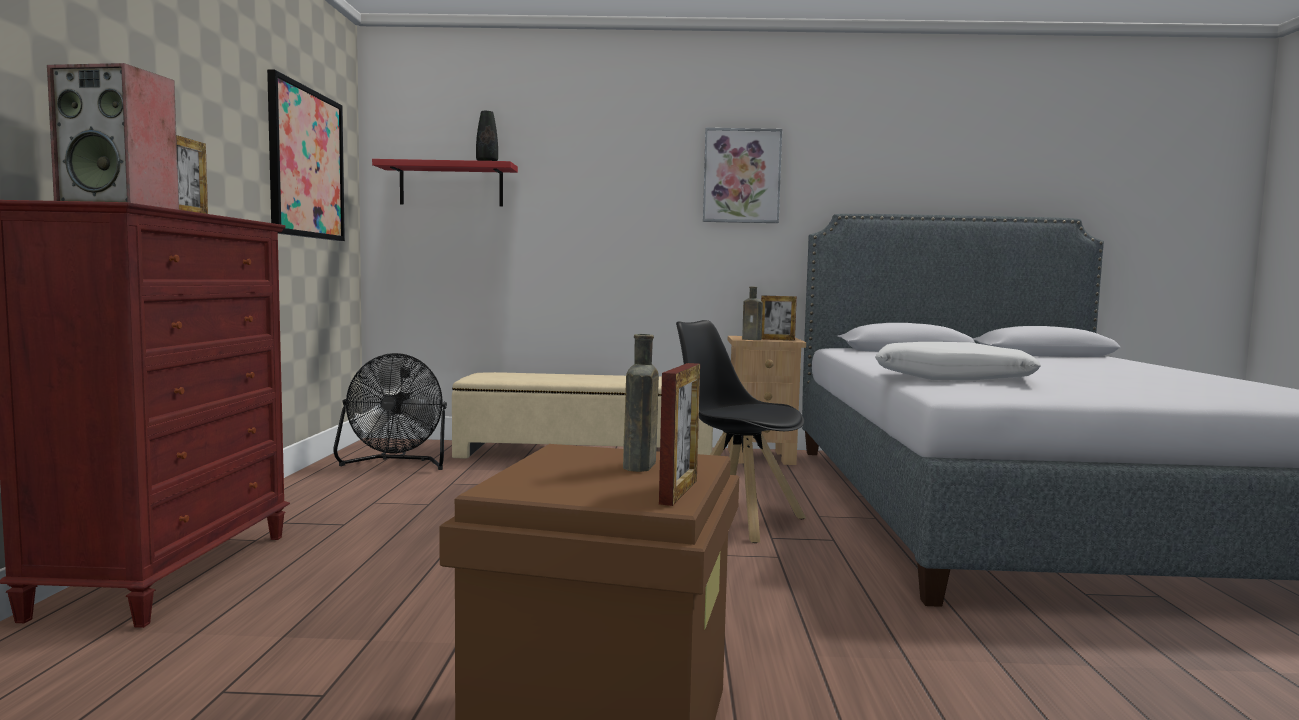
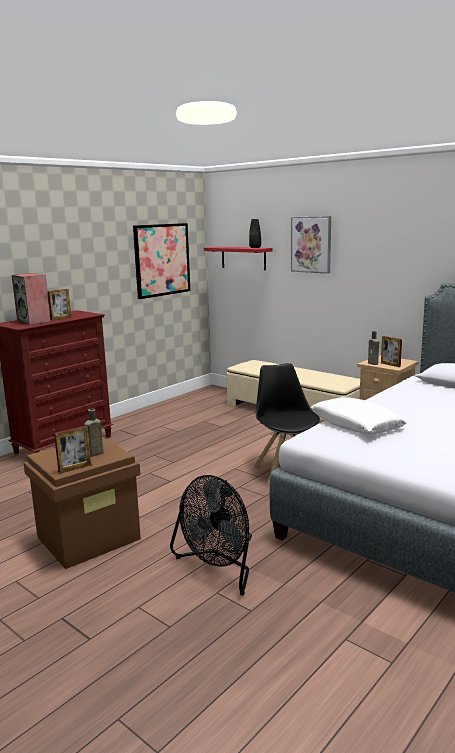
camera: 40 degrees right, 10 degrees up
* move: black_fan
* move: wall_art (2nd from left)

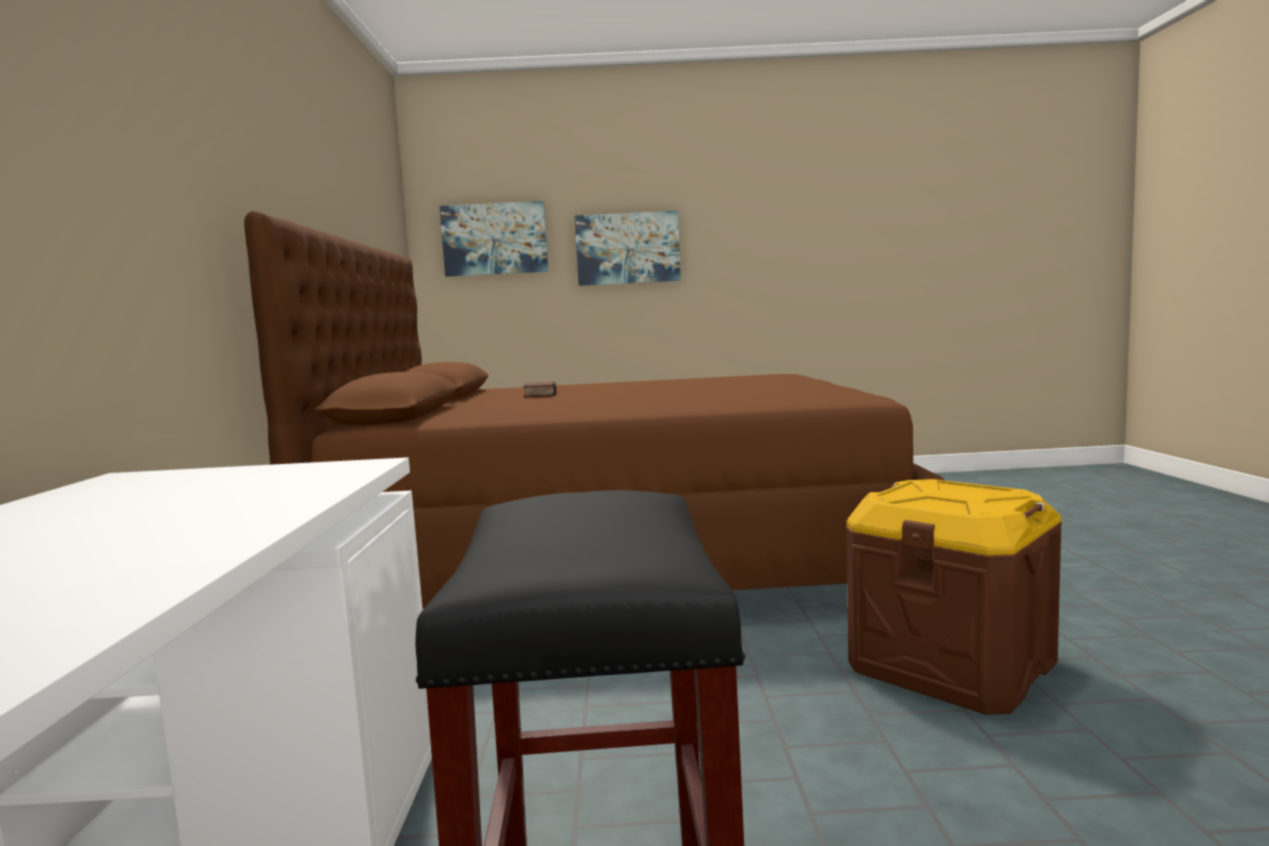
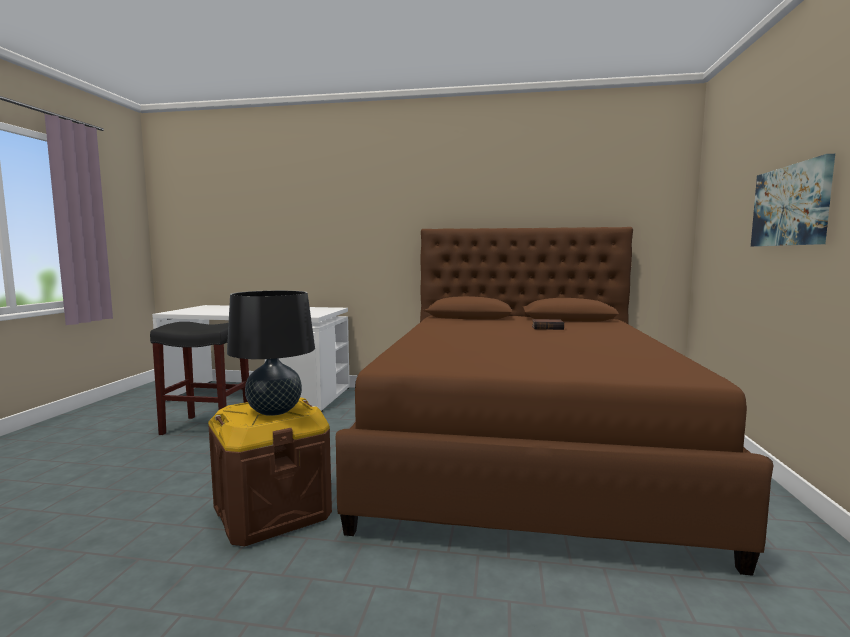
camera: 100 degrees right, 0 degrees up
* delete: wall_art (1st from left)
* insert: black_table_lamp

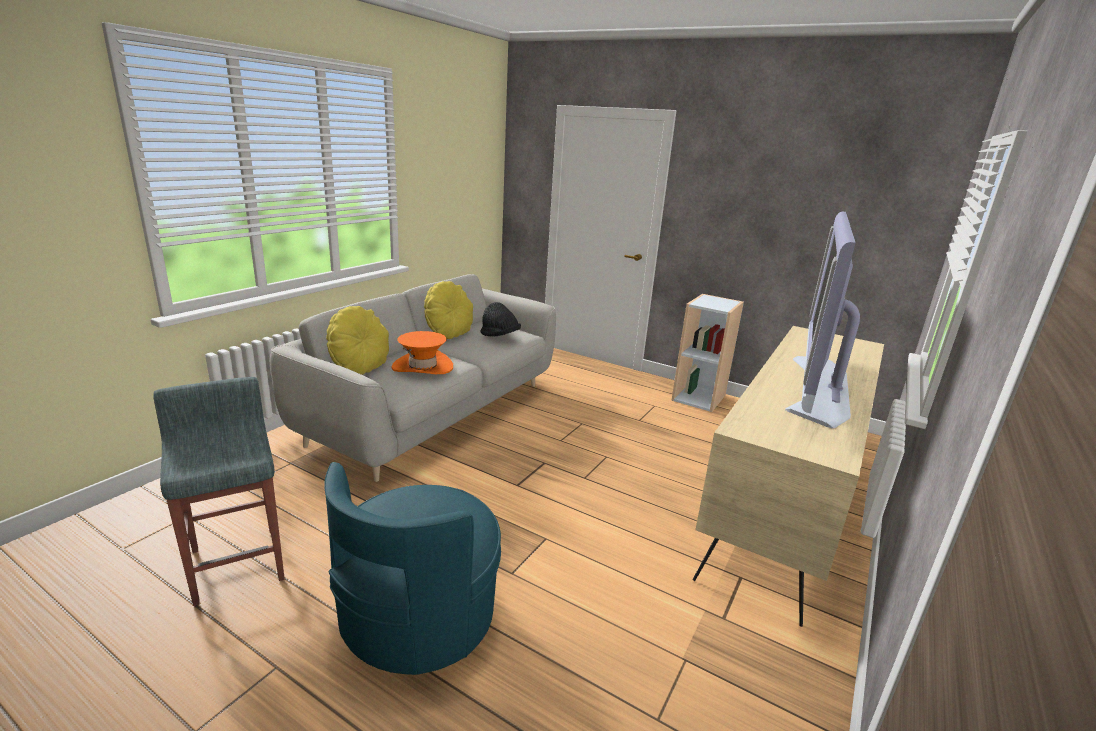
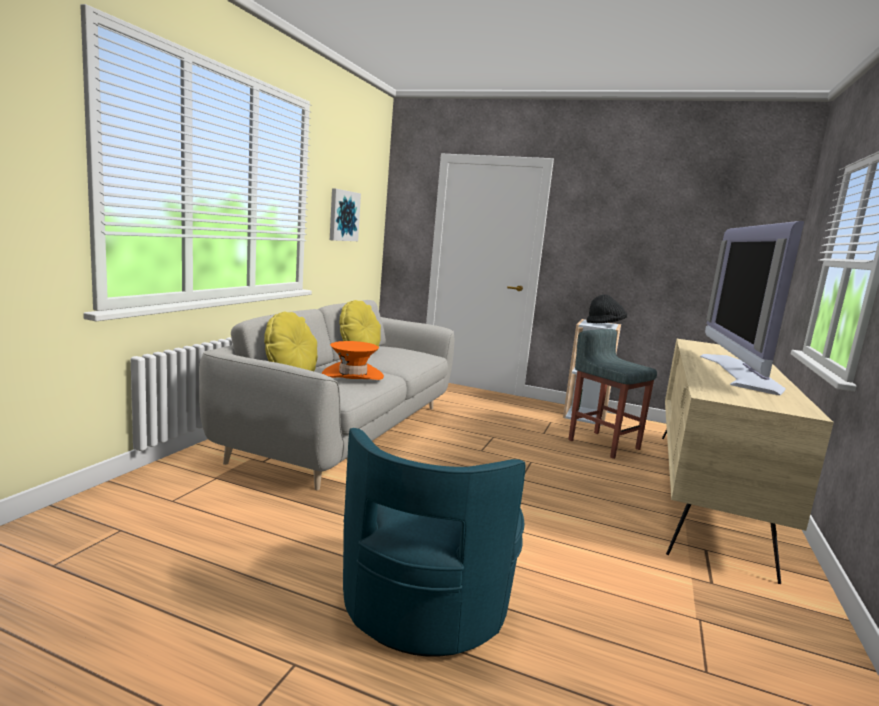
camera: 10 degrees left, 10 degrees down
* move: greyish_sitting_stool
* move: black_hat
* insert: wall_art

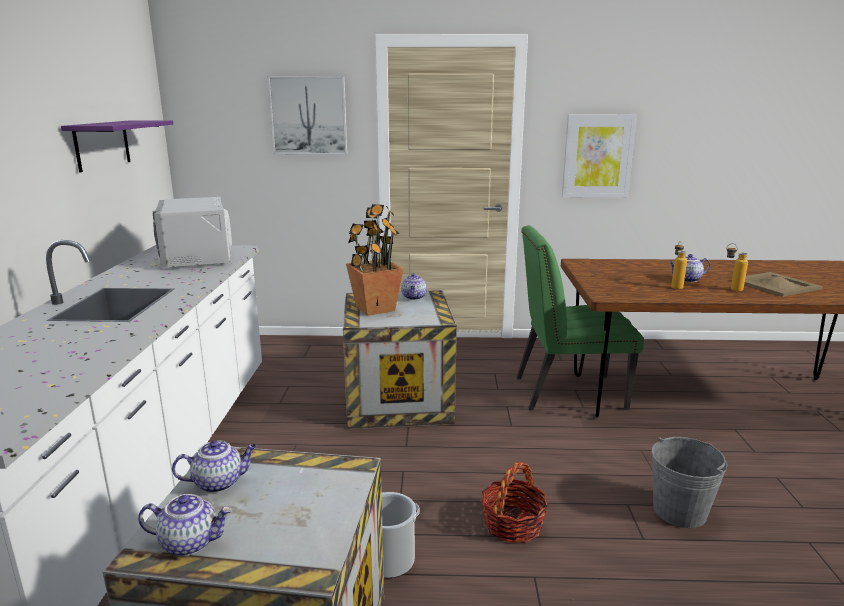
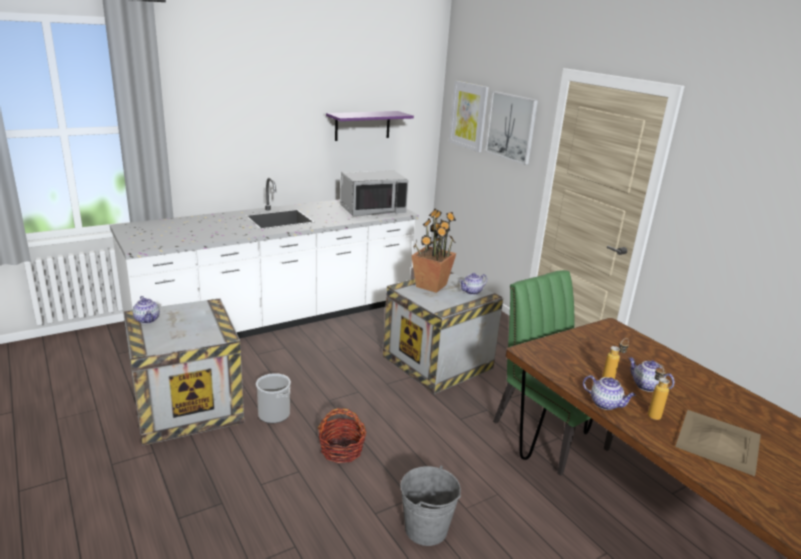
camera: 55 degrees right, 5 degrees up
* rotate: greyish_microwave_oven 150 degrees counterclockwise
* move: teapot (2nd from left in the first image) to teapot (3rd from left)
* move: wall_art (2nd from left in the first image) to wall_art (1st from left)

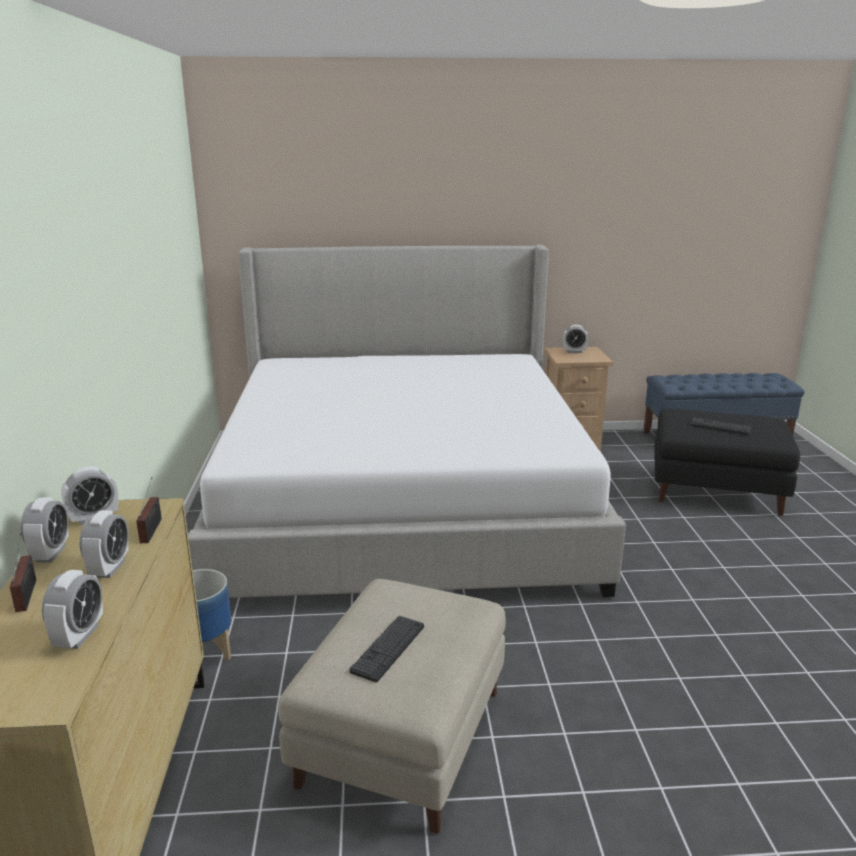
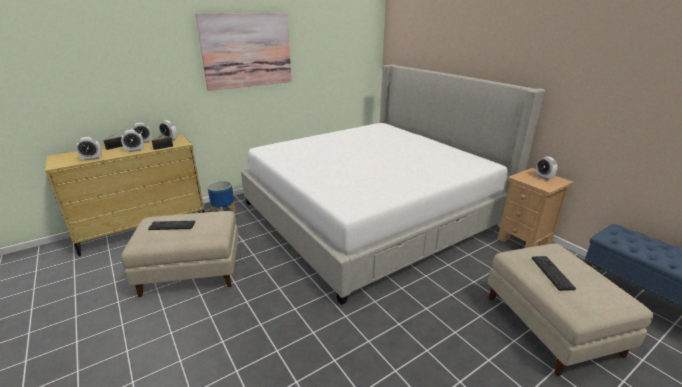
camera: 60 degrees right, 5 degrees up
* recolor: black_ottoman to sand-coloured_ottoman (2nd from left)
* insert: wall_art

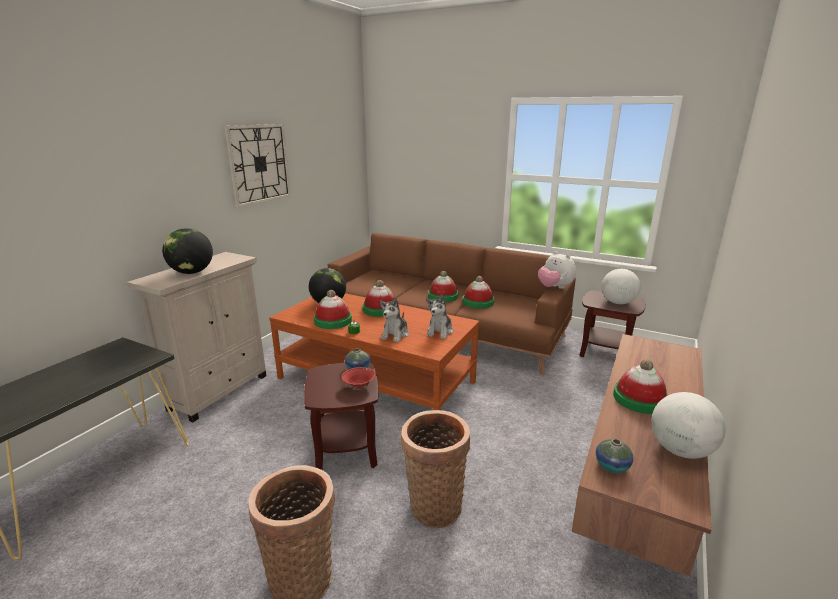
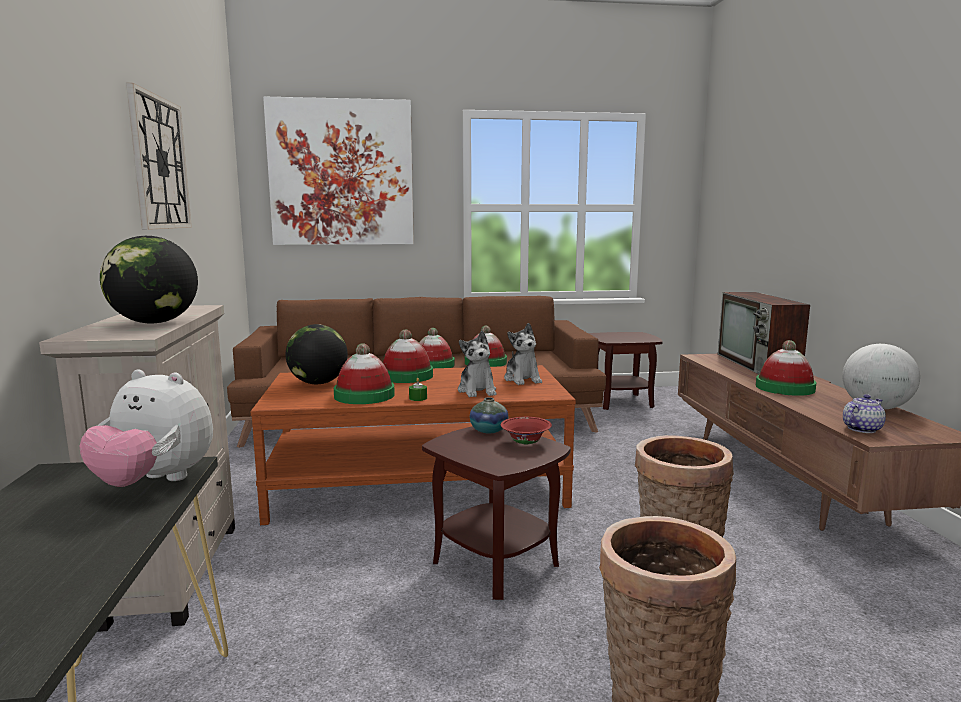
camera: 35 degrees left, 10 degrees down
* move: soft_toy (3rd from left in the first image) to soft_toy (1st from left)
* replace: flower_vase (2nd from left) to teapot
* delete: world_globe (3rd from left)
* insert: wall_art
* insert: TV_set

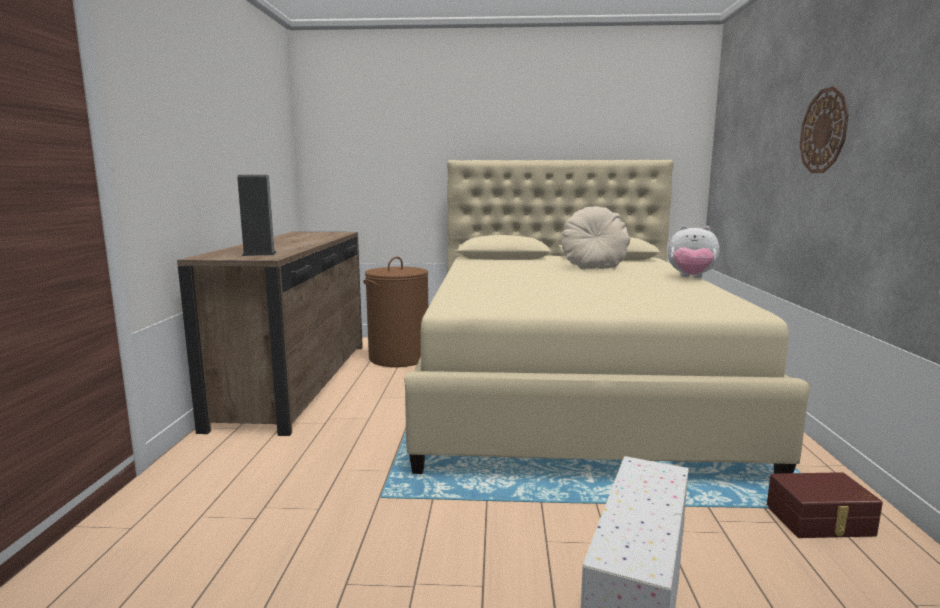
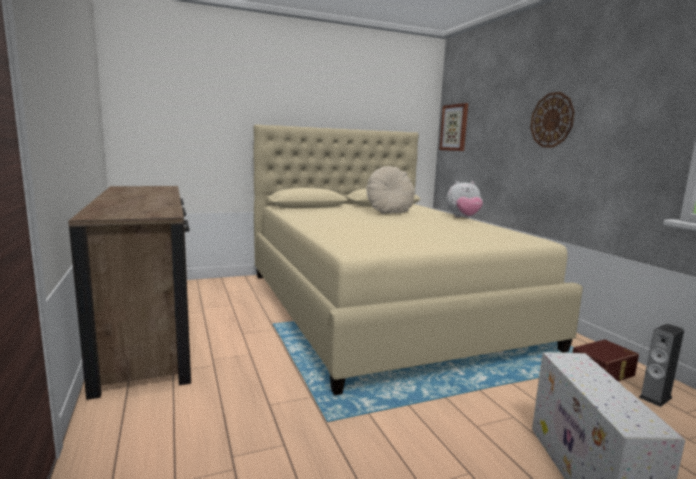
camera: 25 degrees left, 0 degrees up
* move: loudspeaker
* delete: brown-coloured_laundry_basket
* insert: wall_art

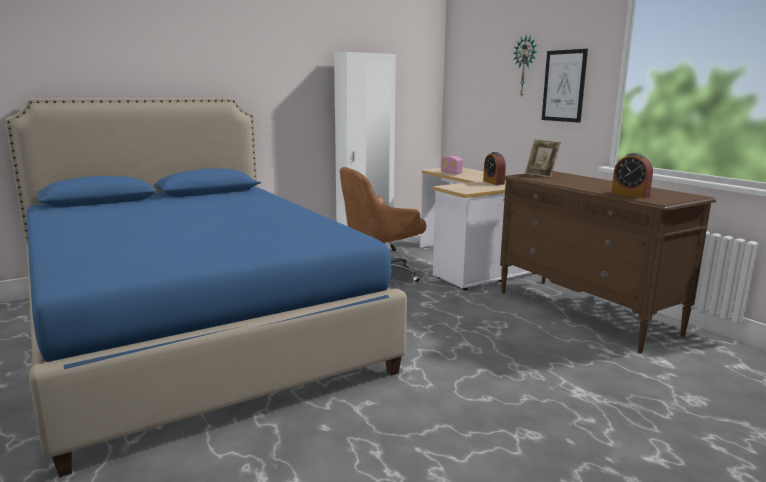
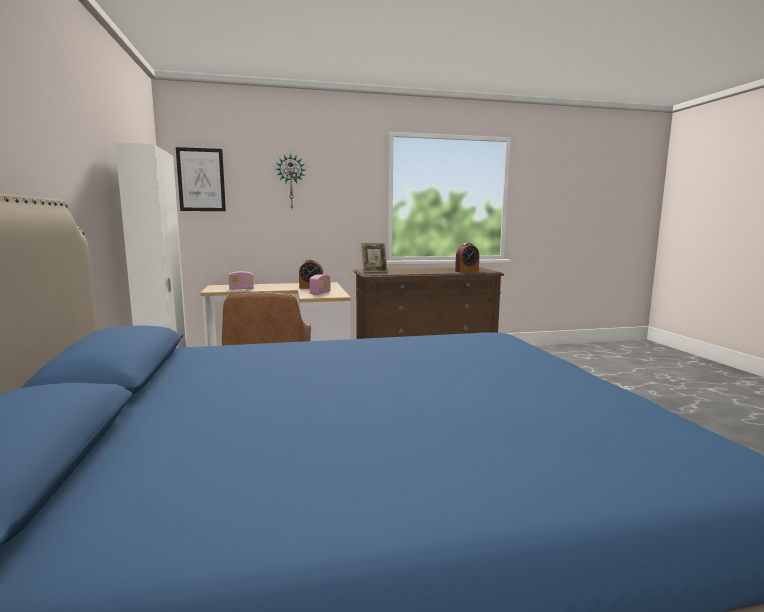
camera: 70 degrees left, 5 degrees down
* move: wall_art
* insert: radio_set (2nd from left)

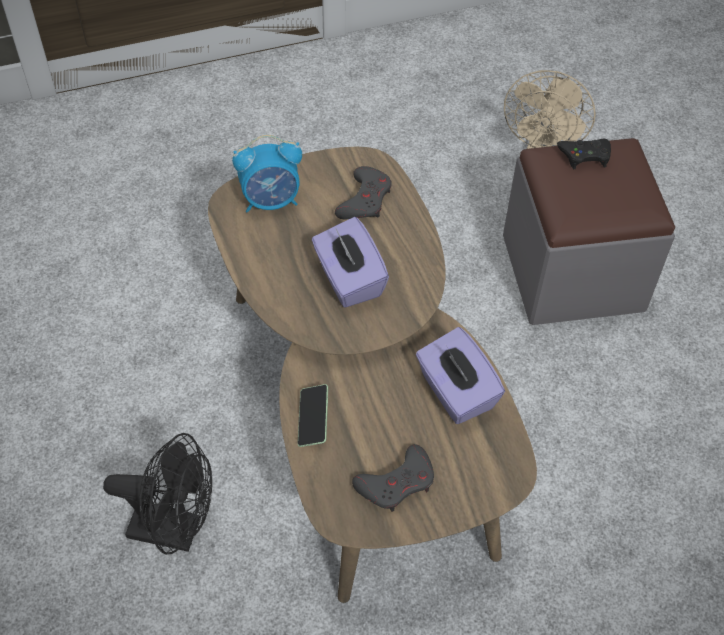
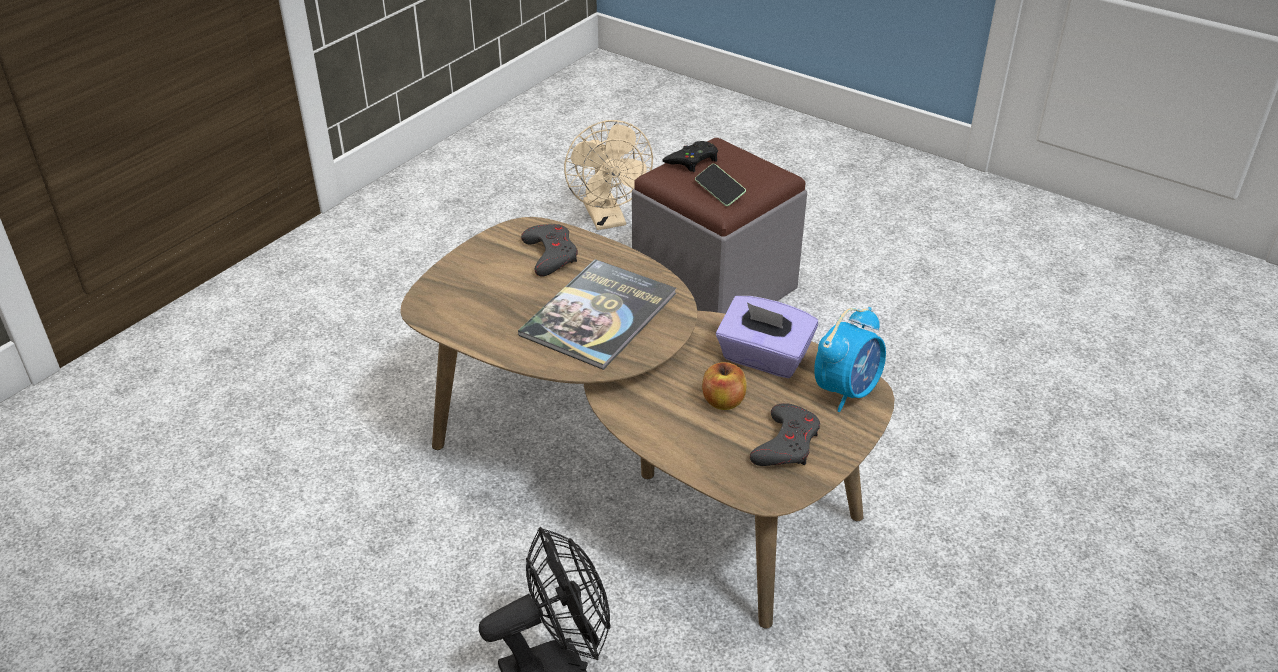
camera: 35 degrees left, 15 degrees down
* move: bedside_clock
* move: phone
* replace: purple_tissue_holder (1st from left) to book
* insert: apple_fruit

